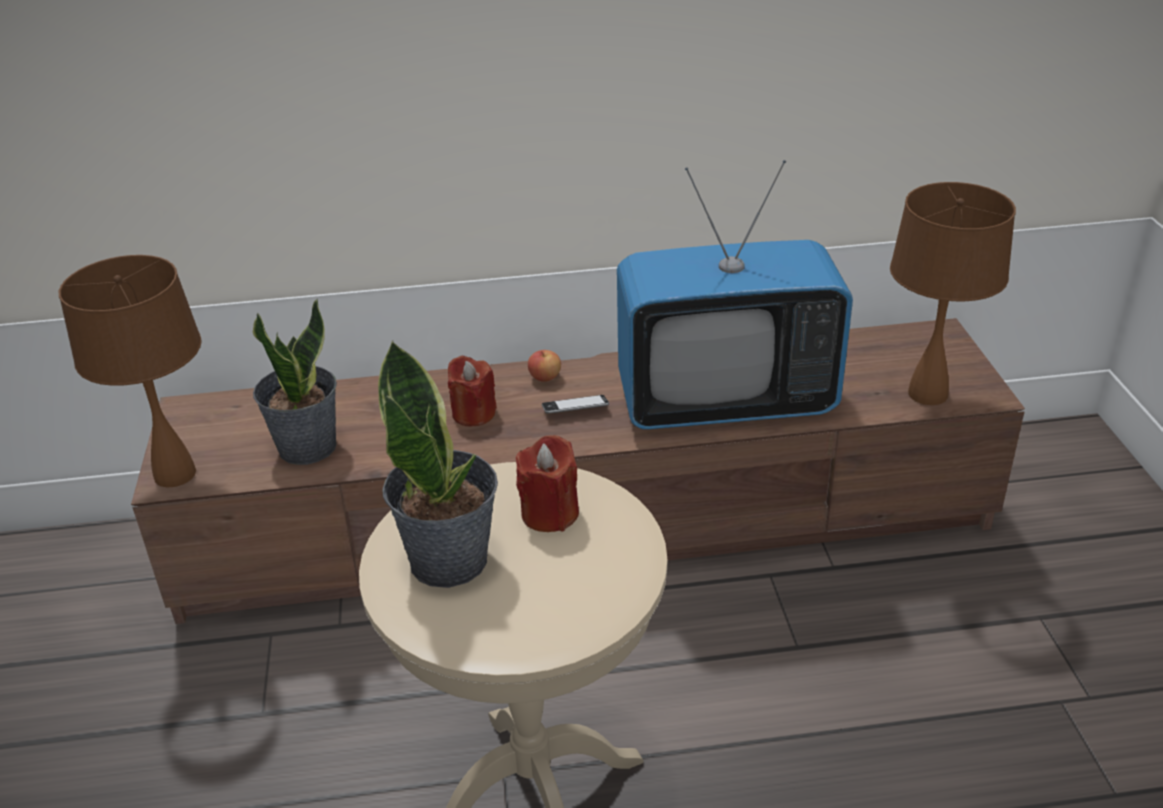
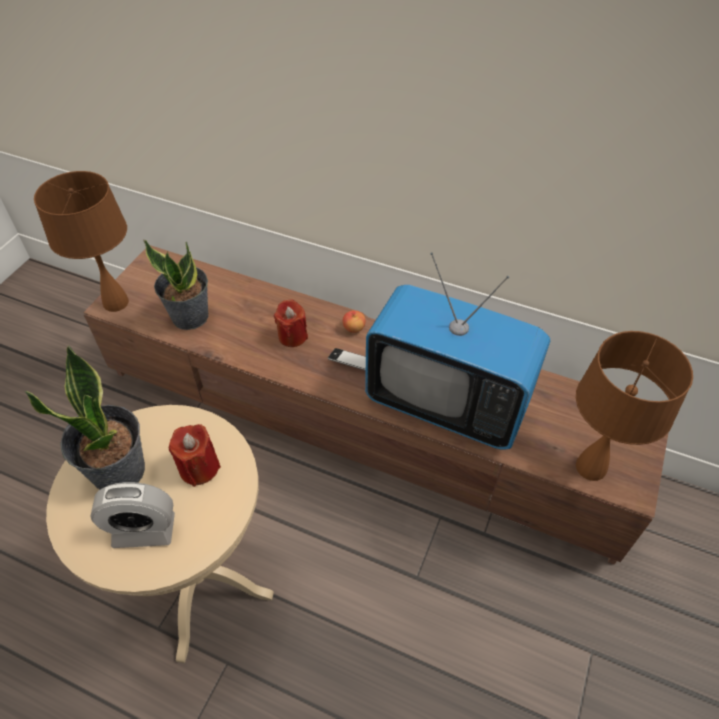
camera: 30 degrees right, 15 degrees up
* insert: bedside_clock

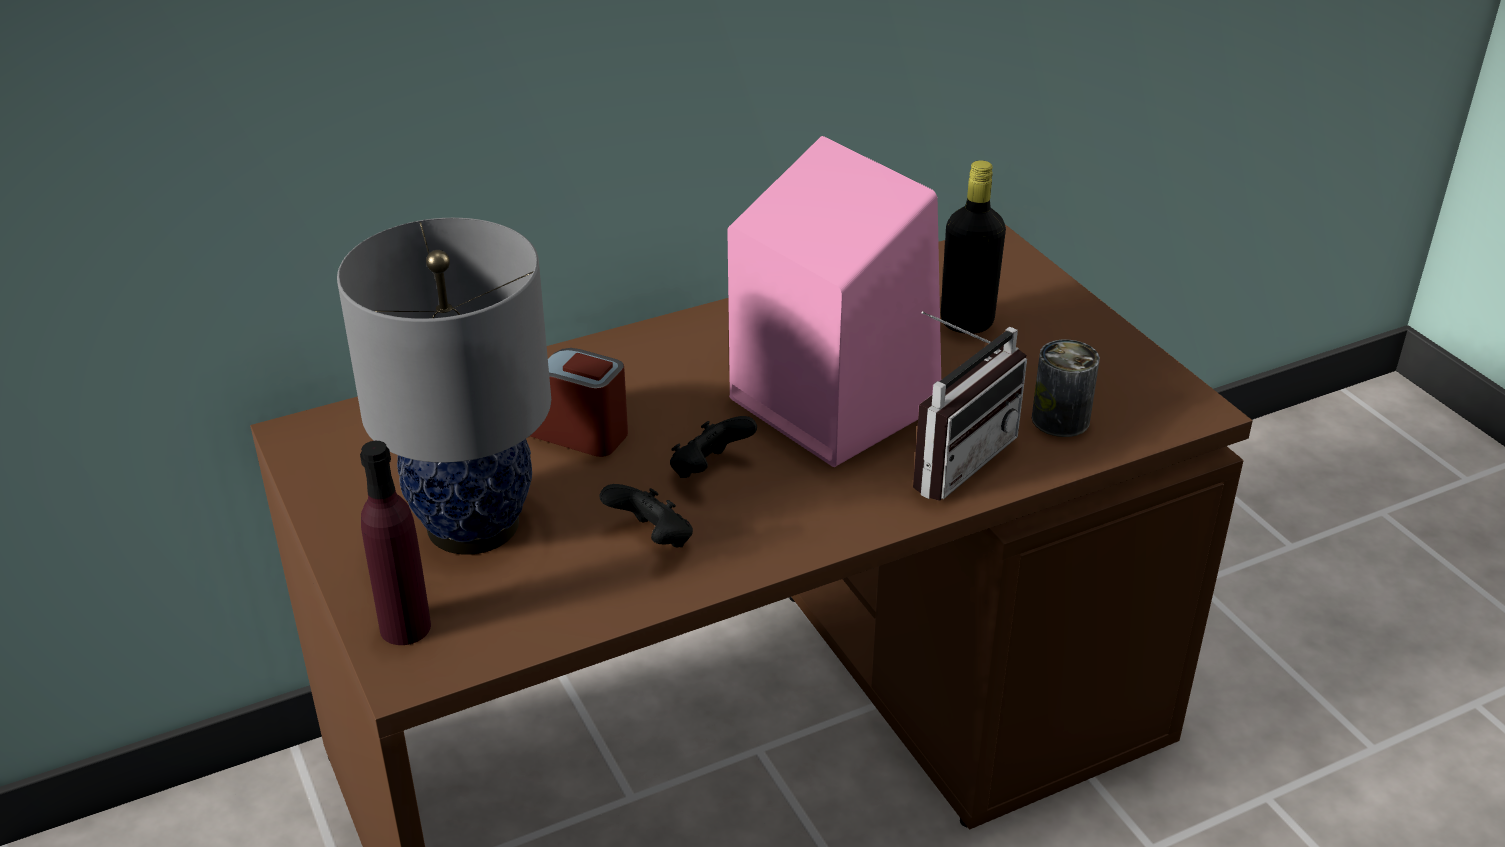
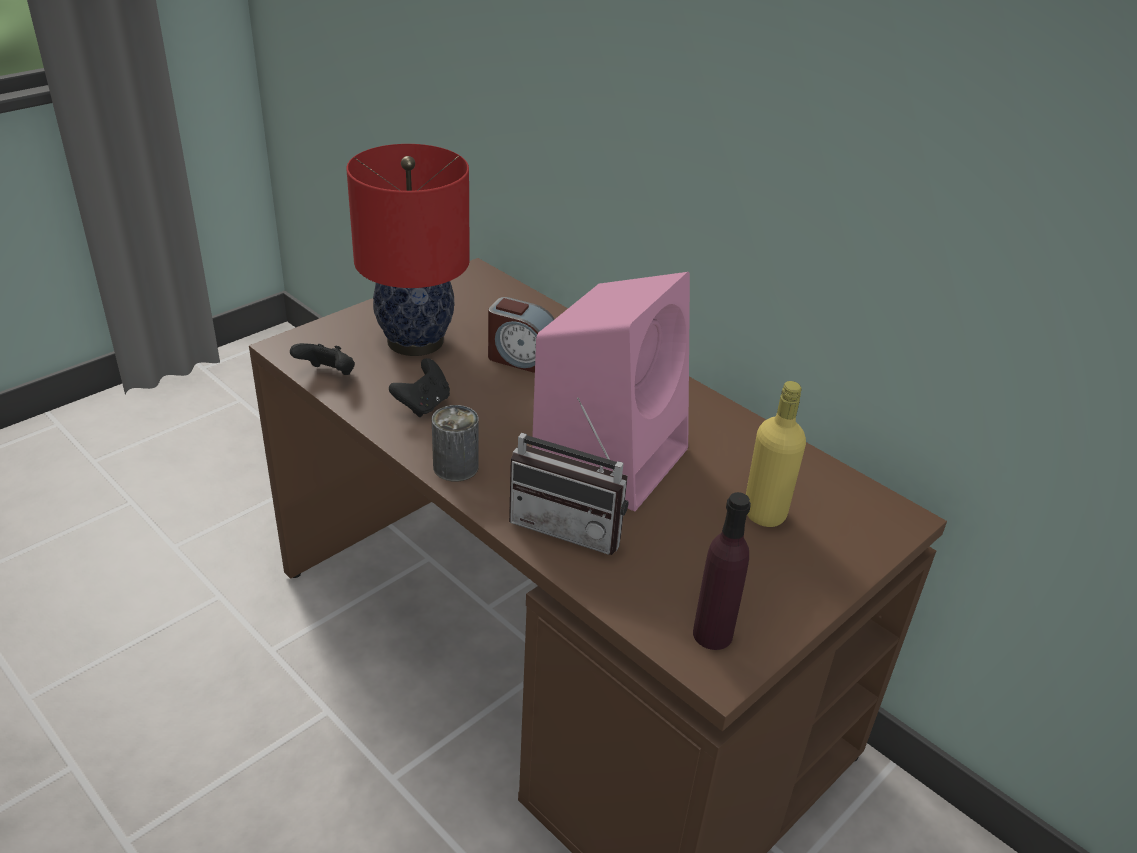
camera: 70 degrees right, 0 degrees up
* recolor: greyish_table_lamp to red-coloured_table_lamp
* move: purple_bottle
* rotate: bedside_clock 105 degrees clockwise
* move: black_joypad (2nd from left in the first image) to black_joypad (1st from left)
* recolor: black_bottle to yellow-coloured_bottle
* move: can

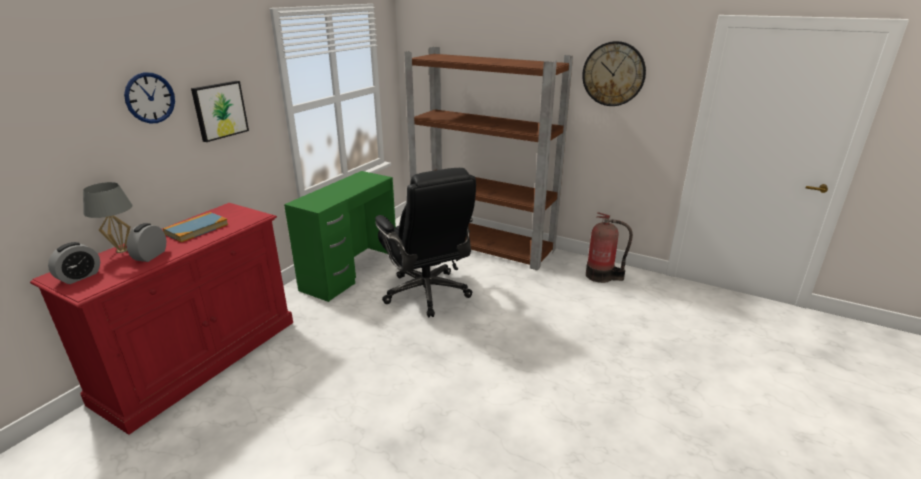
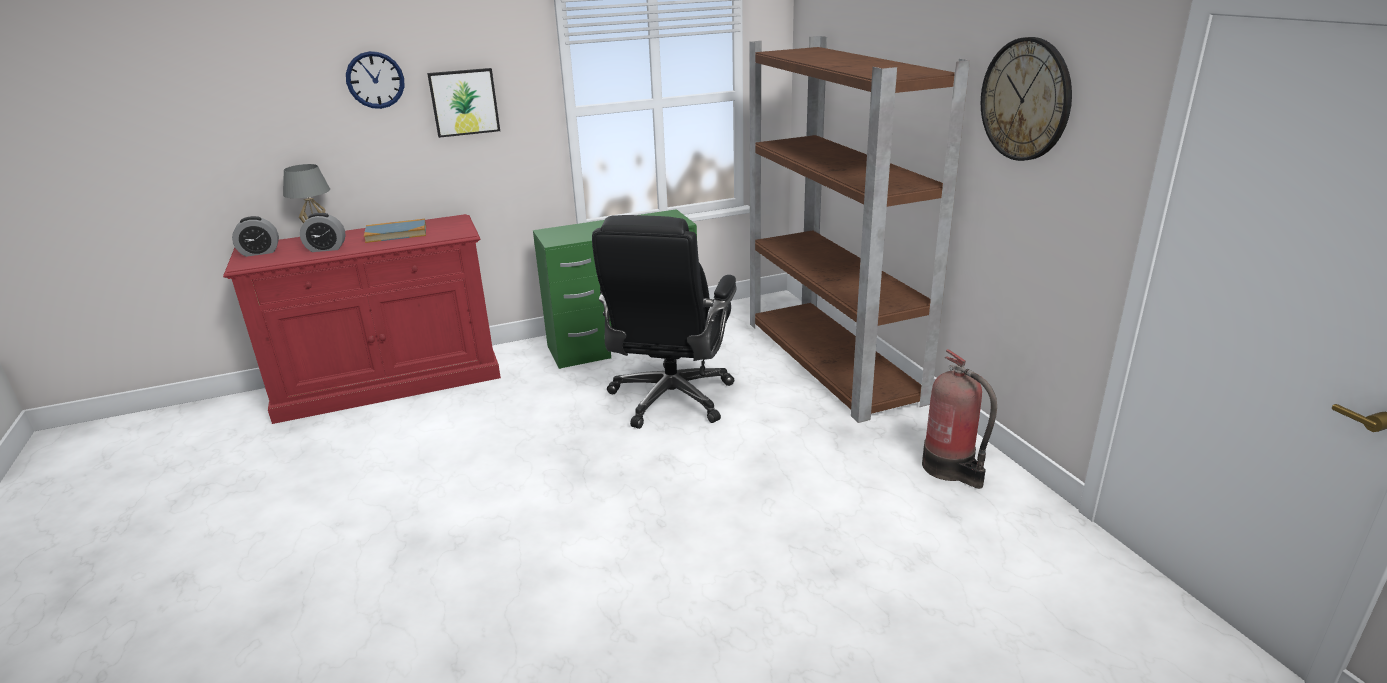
camera: 40 degrees right, 0 degrees up
* rotate: bedside_clock (2nd from left) 150 degrees counterclockwise

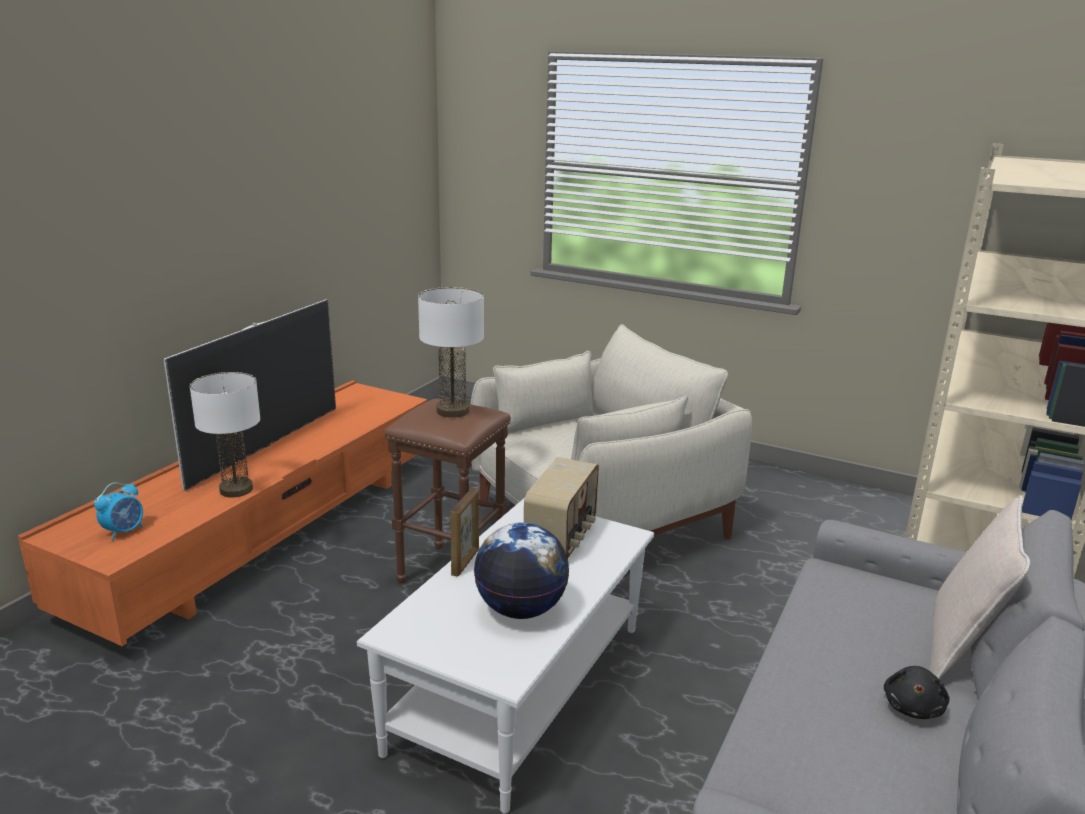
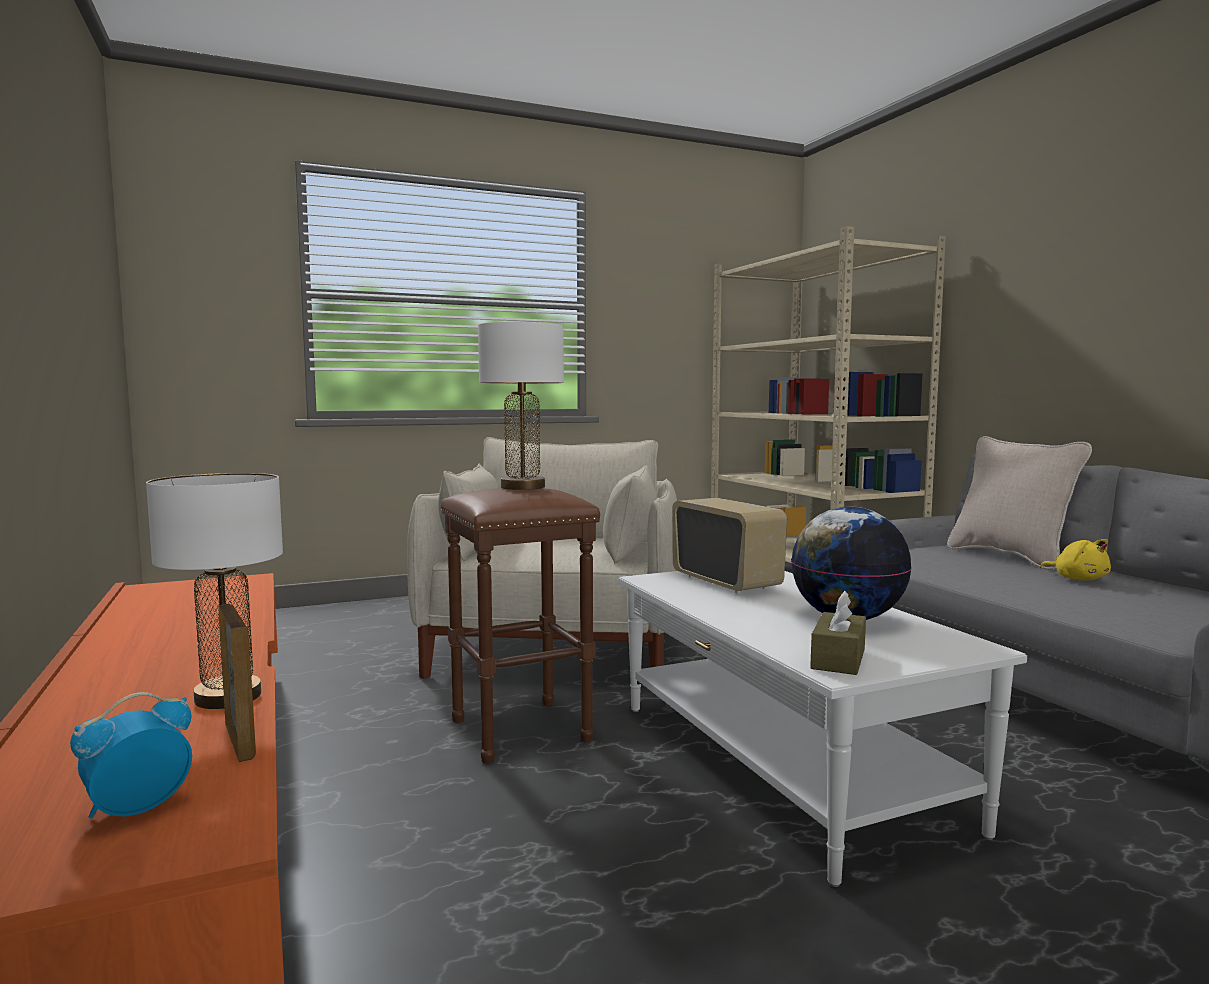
camera: 50 degrees left, 15 degrees down
* rotate: bedside_clock 120 degrees counterclockwise
* delete: TV_set
* move: picture_frame
* recolor: black_soft_toy to yellow-coloured_soft_toy
* insert: brown-coloured_tissue_holder

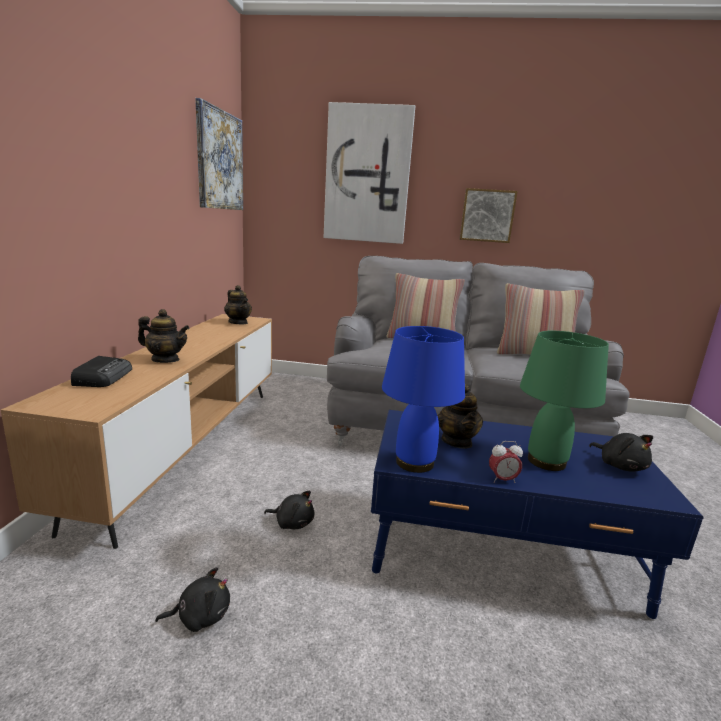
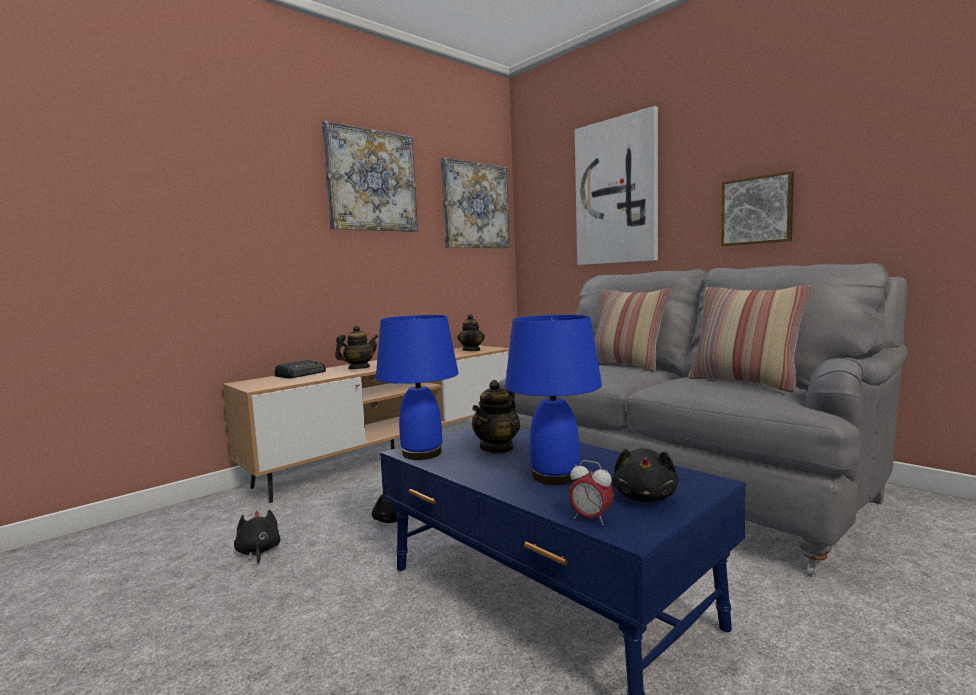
camera: 40 degrees right, 10 degrees down
* rotate: teapot (1st from left) 90 degrees counterclockwise
* rotate: black_soft_toy (1st from left) 135 degrees counterclockwise
* move: bedside_clock
* recolor: green_table_lamp to blue_table_lamp (2nd from left)
* insert: wall_art (1st from left)

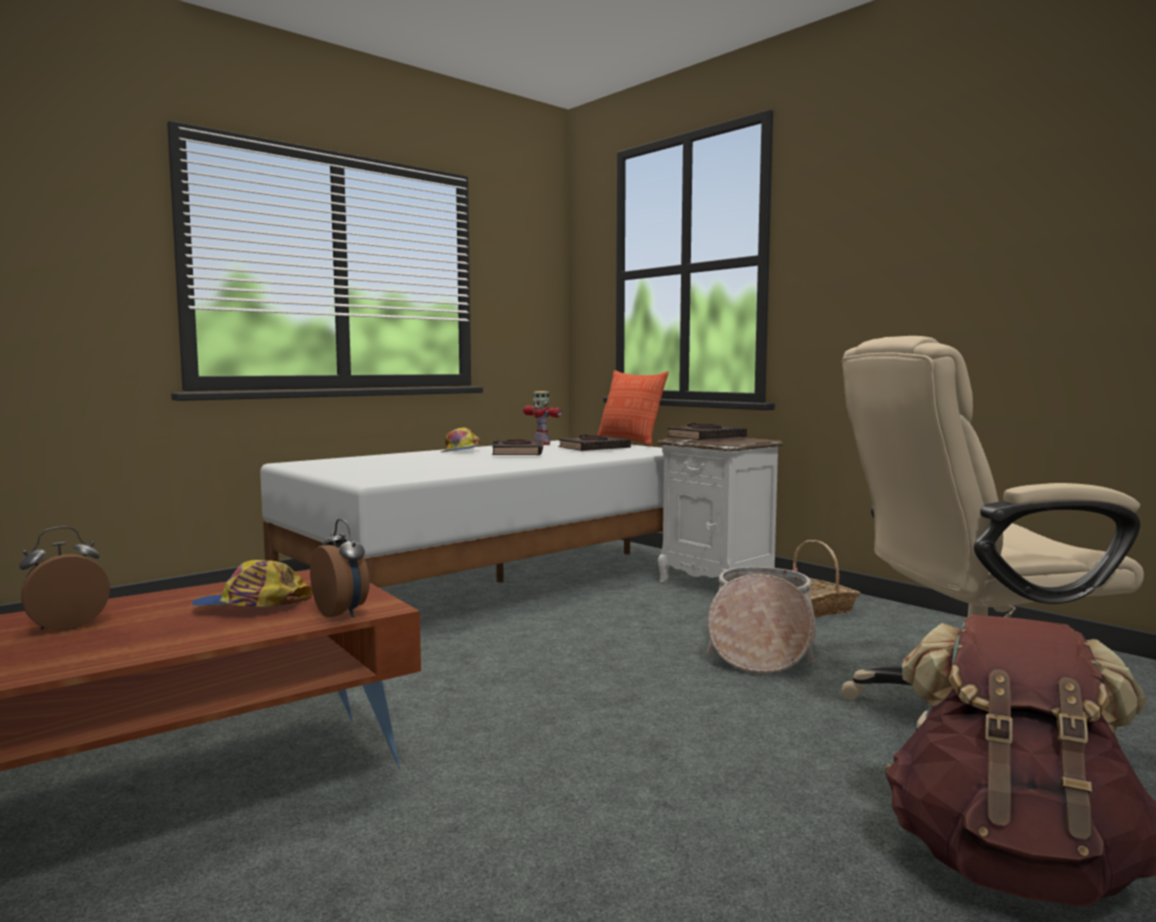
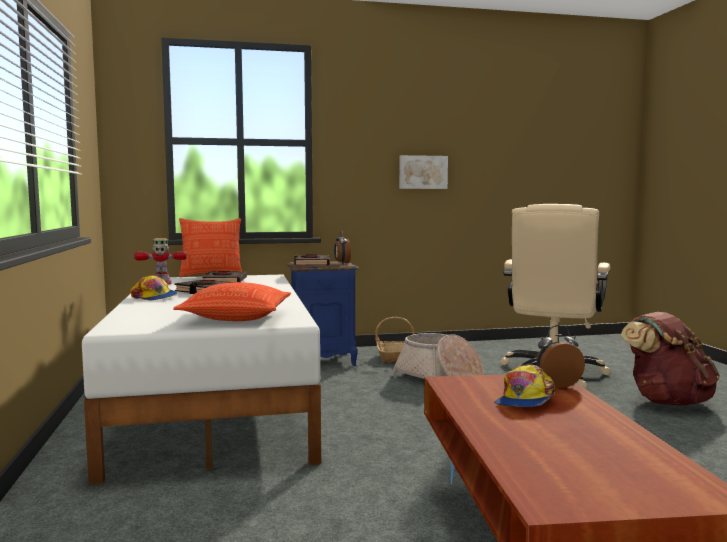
camera: 60 degrees left, 0 degrees up
* move: bedside_clock (1st from left)
* recolor: white-coloured_bedside_table to blue_bedside_table
* insert: orange_pillow (2nd from left)
* insert: wall_art

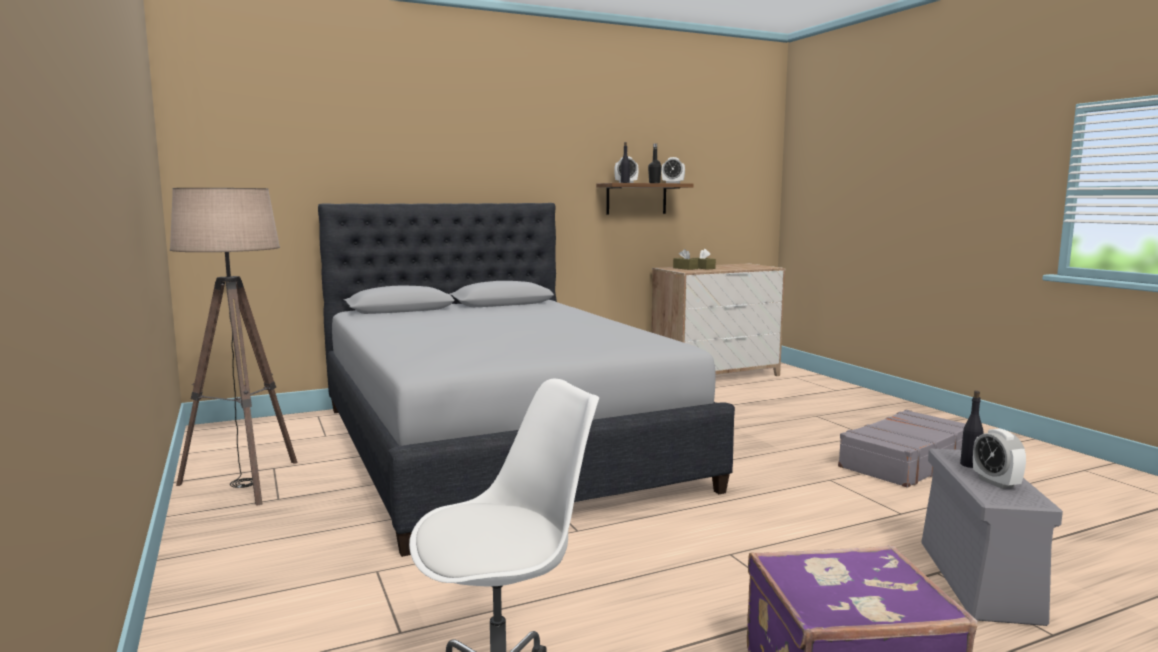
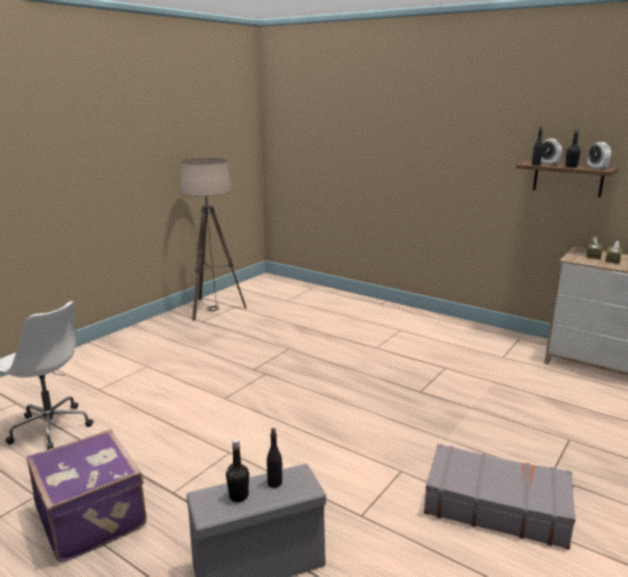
camera: 60 degrees right, 10 degrees up
* delete: greyish_bed
* replace: bedside_clock (3rd from left) to black_bottle (1st from left)

